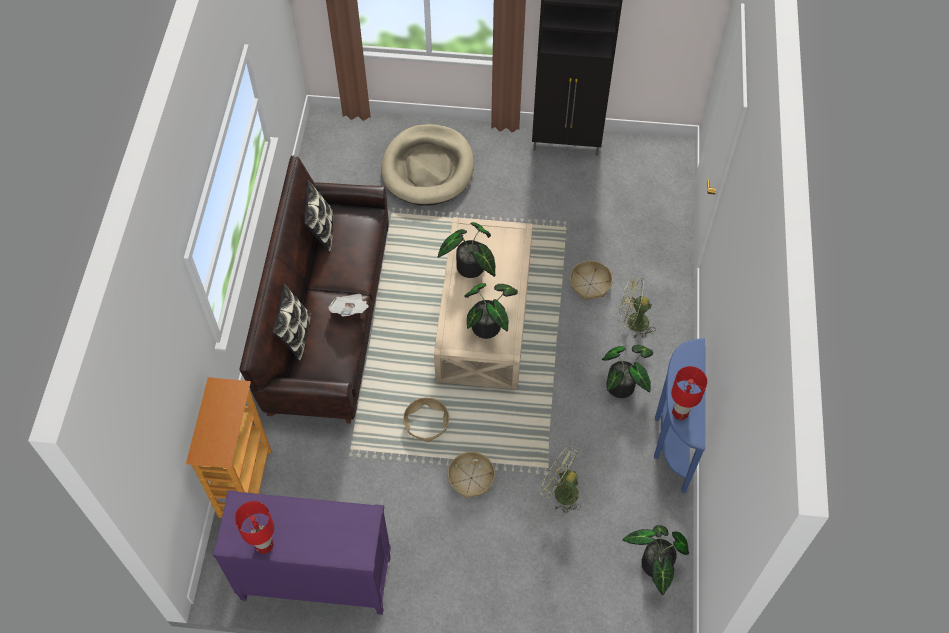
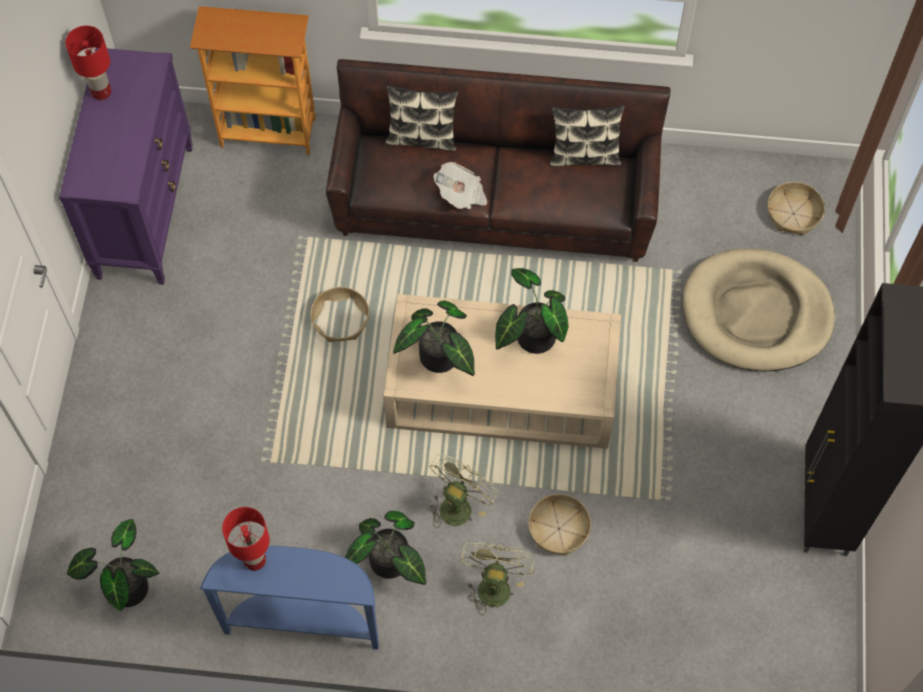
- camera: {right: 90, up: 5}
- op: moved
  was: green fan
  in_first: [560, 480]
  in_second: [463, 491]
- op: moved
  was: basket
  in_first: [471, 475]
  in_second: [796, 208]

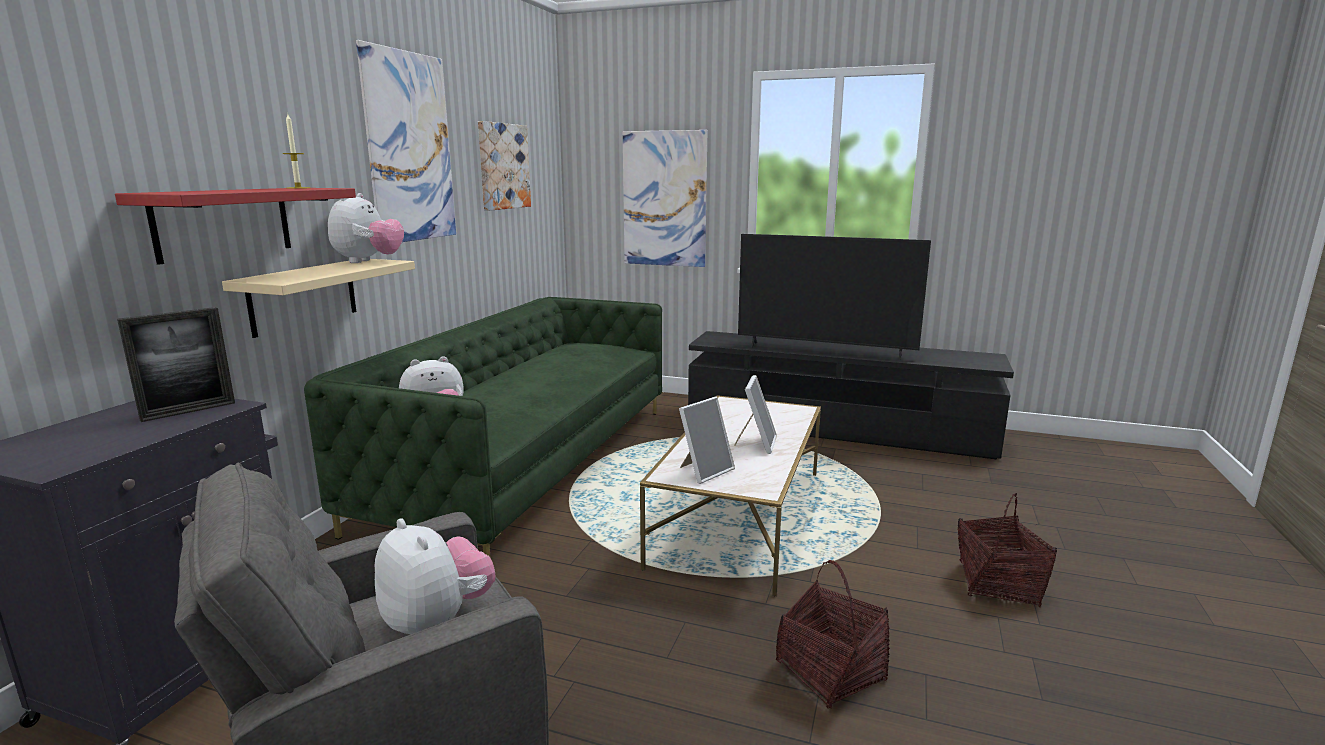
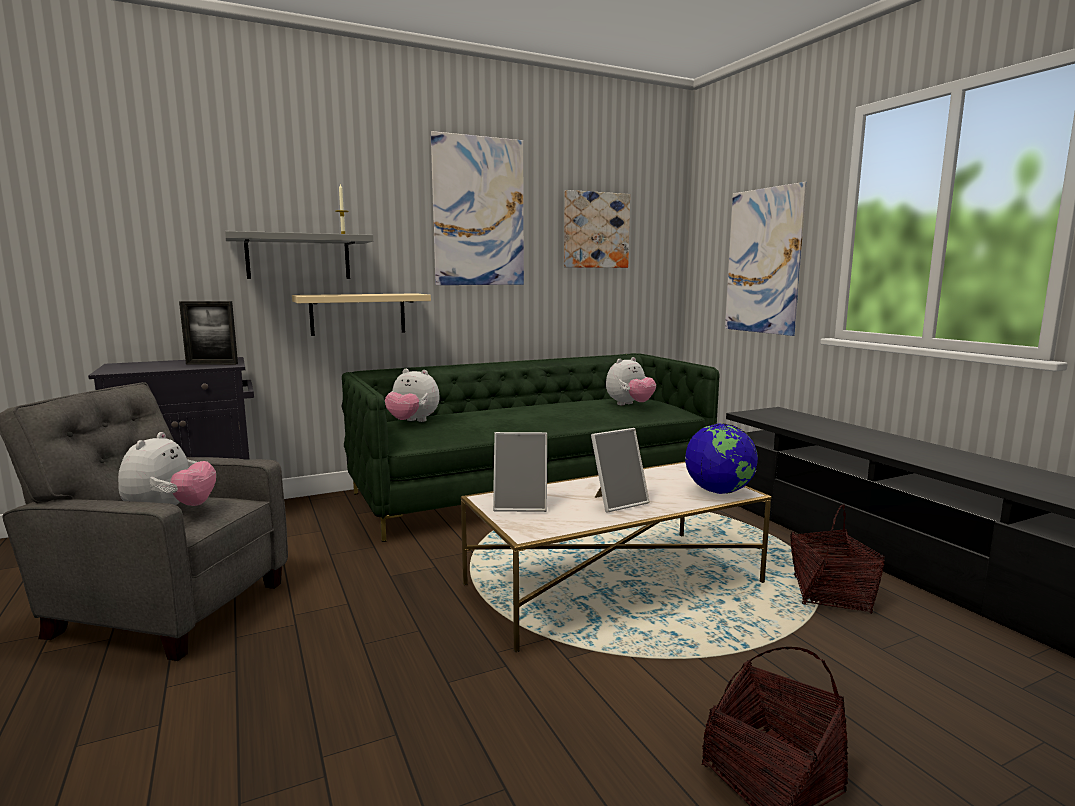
- camera: {right: 45, up: -5}
- op: recoloured
  was: red shelf
  now: grey shelf
  in_first: [235, 226]
  in_second: [299, 255]
- op: moved
  was: plush toy
  in_first: [366, 228]
  in_second: [631, 381]
- op: added
  now: globe
  in_second: [721, 458]
- op: moved
  was: basket
  in_first: [833, 634]
  in_second: [837, 559]
- op: removed
  was: television
  in_first: [834, 297]

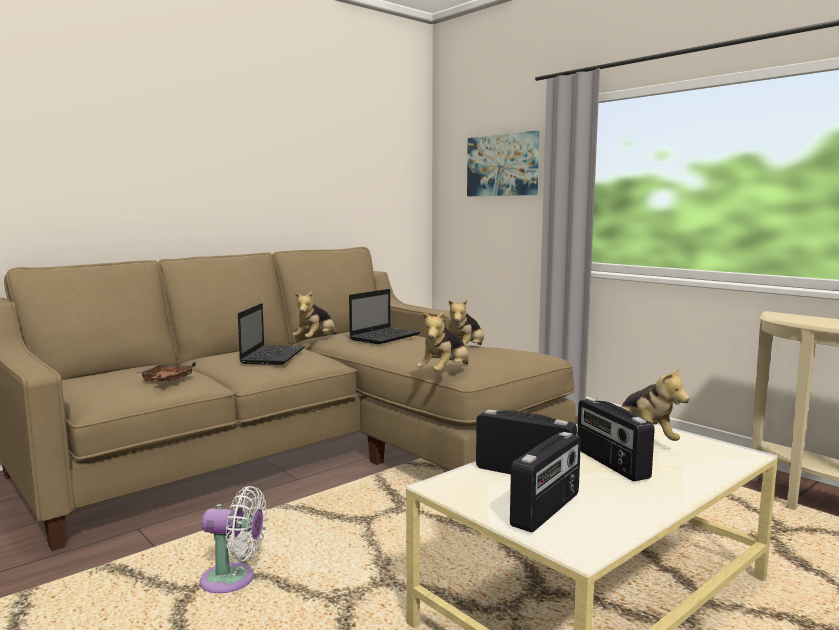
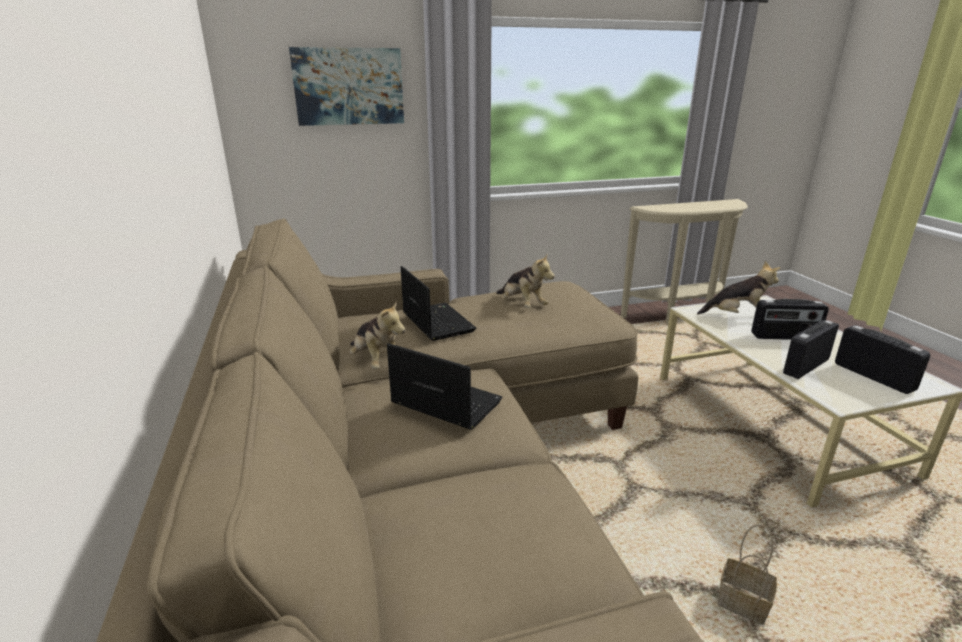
- camera: {right: -65, up: 15}
- op: replaced
  was: white fan
  now: basket
  in_first: [233, 539]
  in_second: [747, 574]
- op: removed
  was: brown tray
  in_first: [166, 372]
- op: removed
  was: plush toy
  in_first: [443, 341]

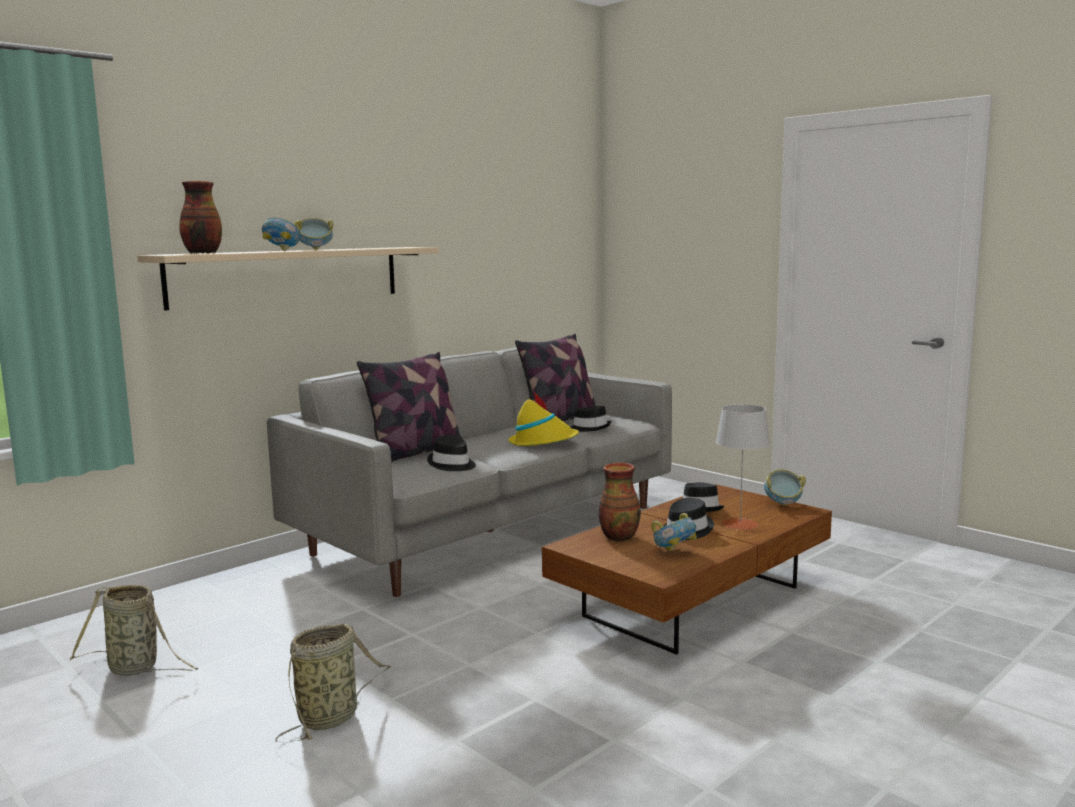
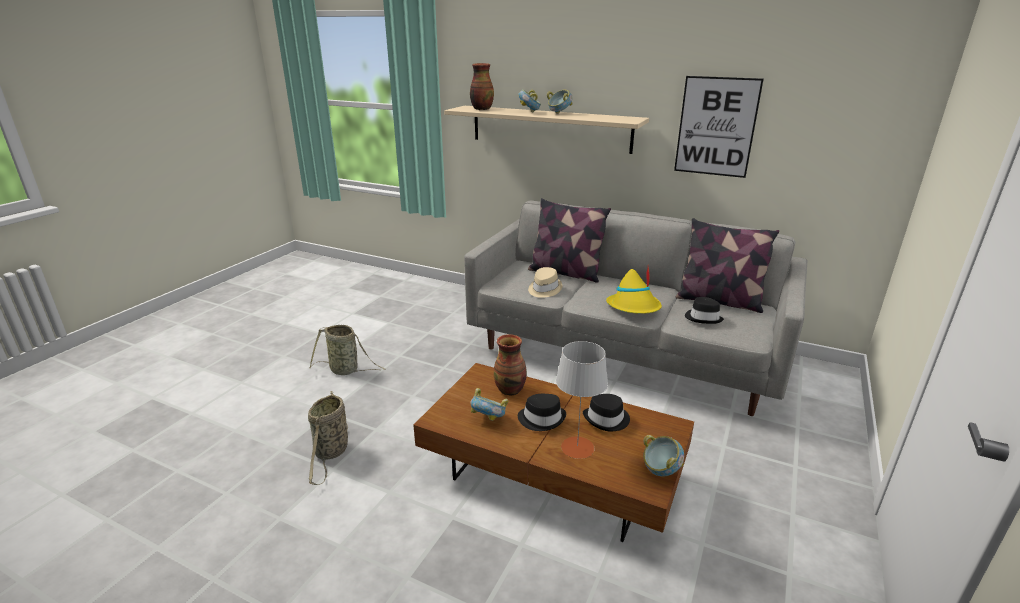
- camera: {right: 70, up: 15}
- op: moved
  was: basket
  in_first: [134, 630]
  in_second: [328, 438]
- op: recoloured
  was: black hat
  now: beige hat
  in_first: [451, 453]
  in_second: [545, 282]
- op: added
  now: picture
  in_second: [719, 127]

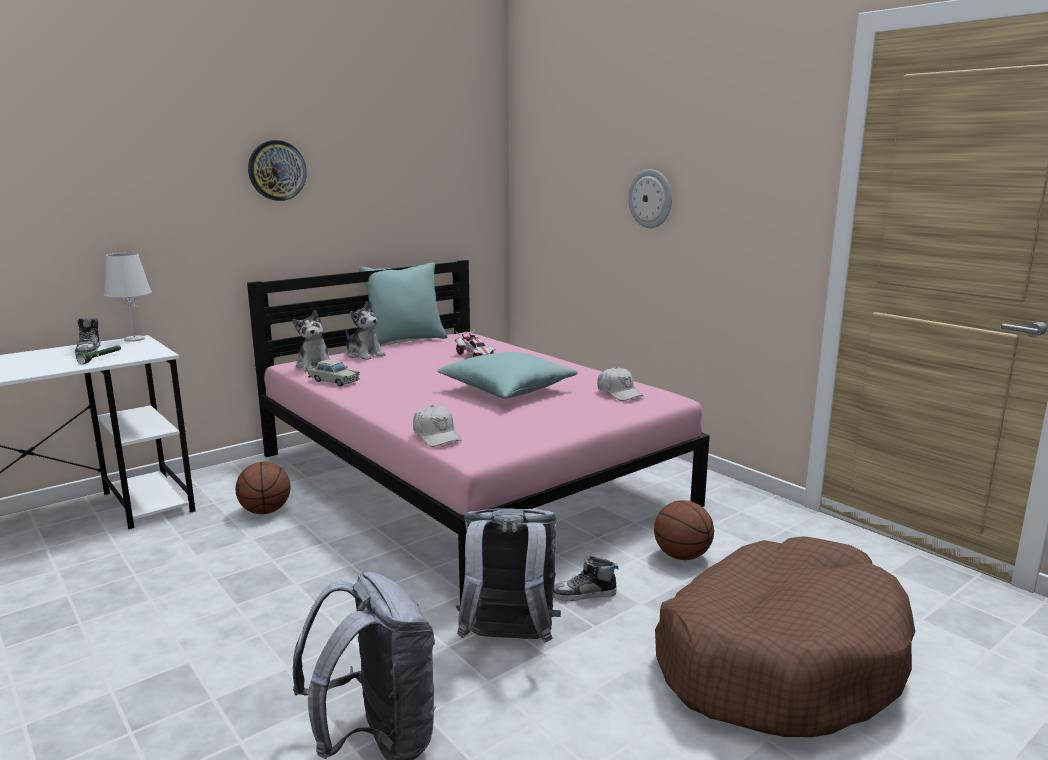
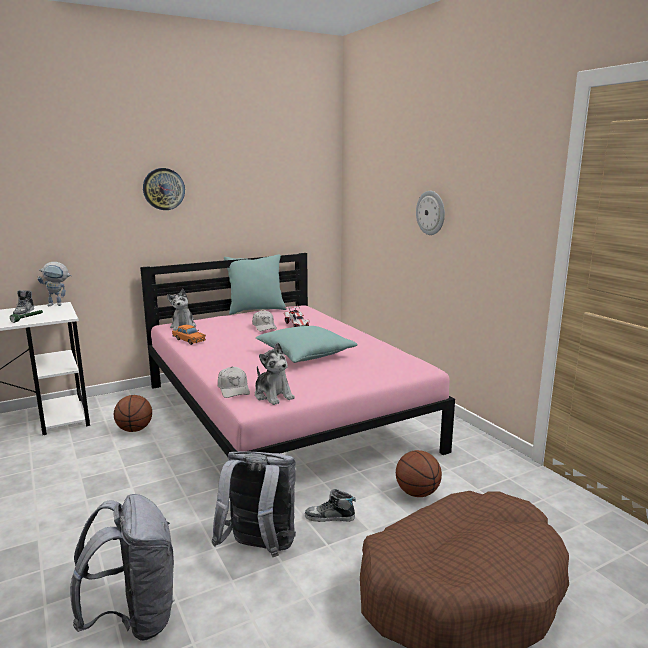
- camera: {right: 10, up: 0}
- op: replaced
  was: white table lamp
  now: toy robot
  in_first: [128, 297]
  in_second: [54, 284]
- op: recoloured
  was: beige toy car
  now: orange toy car
  in_first: [334, 373]
  in_second: [189, 335]
- op: moved
  was: white cap
  in_first: [620, 384]
  in_second: [264, 320]
- op: moved
  was: plush toy
  in_first: [366, 331]
  in_second: [275, 374]

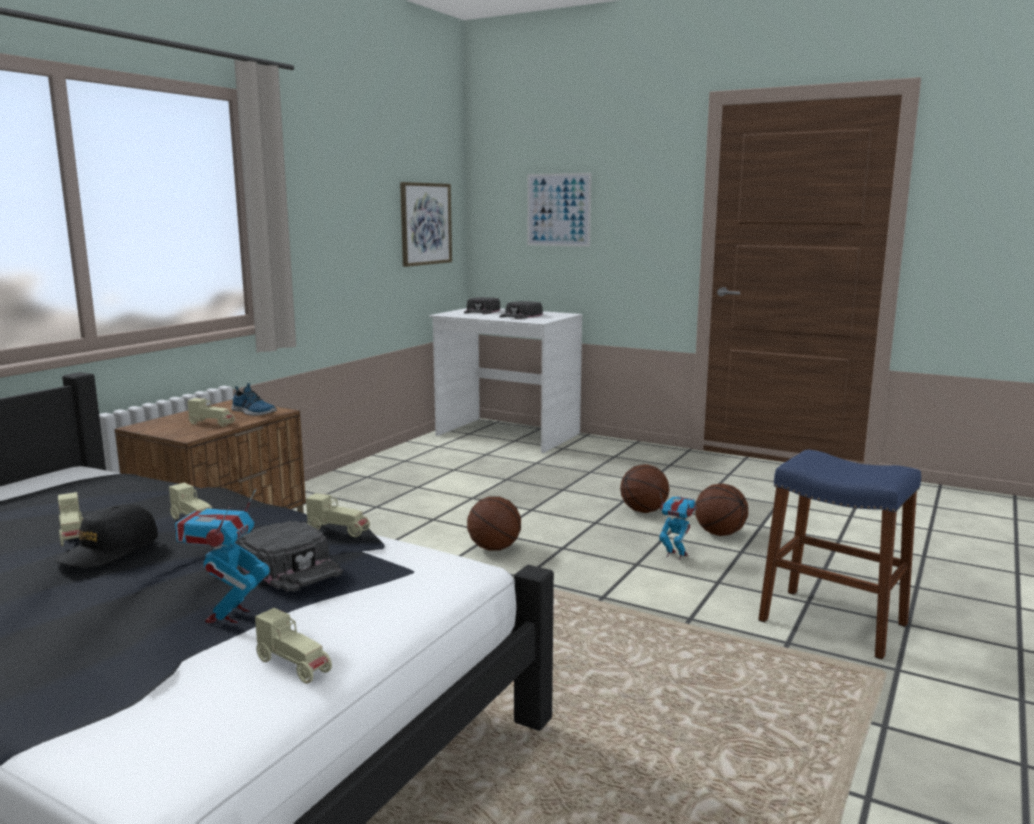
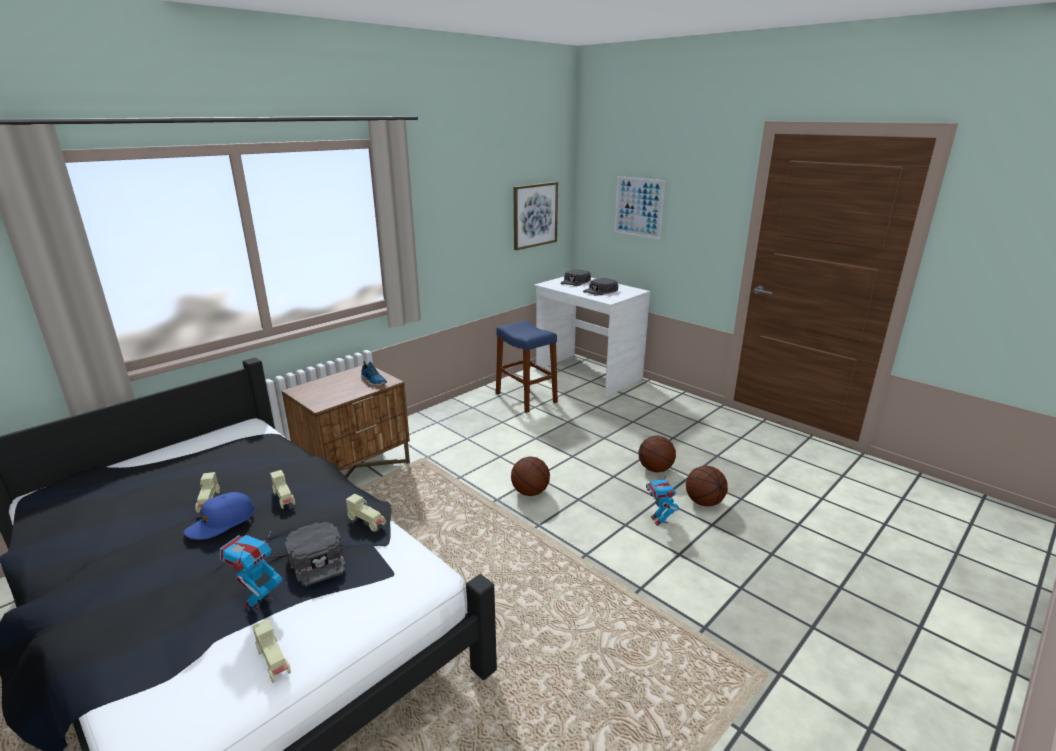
- camera: {right: 15, up: 10}
- op: recoloured
  was: black cap
  now: blue cap
  in_first: [106, 536]
  in_second: [219, 516]
- op: moved
  was: blue stool
  in_first: [839, 555]
  in_second: [527, 367]
- op: turned
  was: toy robot
  in_first: [678, 526]
  in_second: [662, 498]
  clockwise: -150
- op: removed
  was: beige toy car
  in_first: [211, 412]

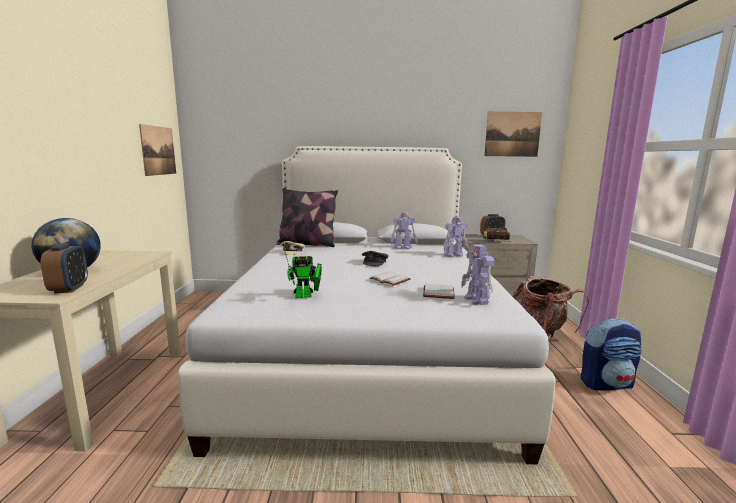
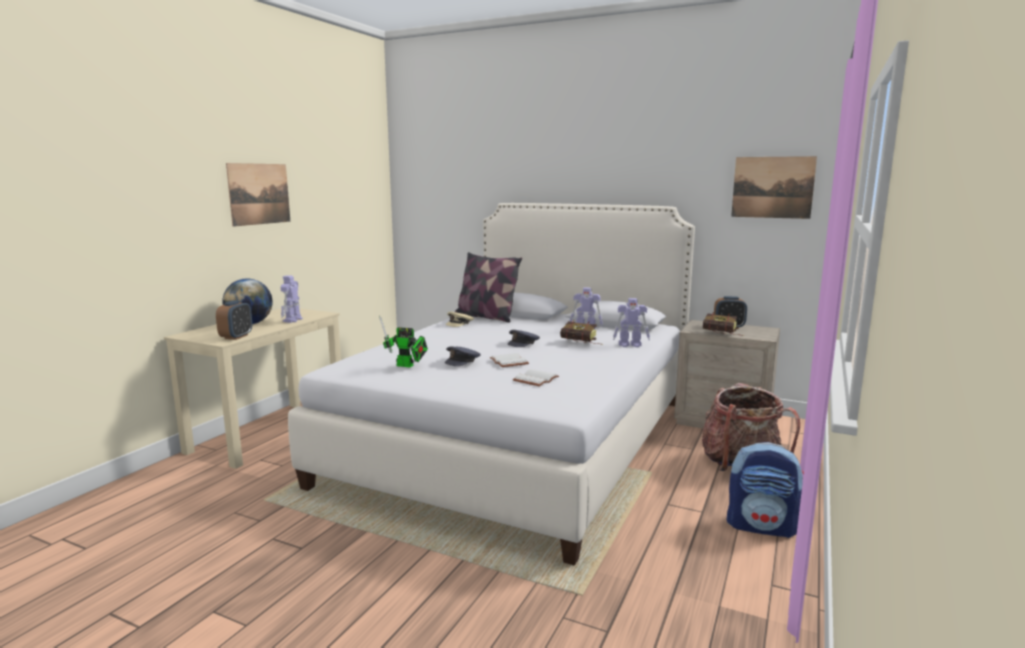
- camera: {right: 25, up: 0}
- op: moved
  was: picture
  in_first: [157, 150]
  in_second: [258, 195]
- op: moved
  was: toy robot
  in_first: [478, 274]
  in_second: [292, 299]
- op: added
  now: grey cap
  in_second: [463, 356]
- op: added
  now: book
  in_second: [581, 332]

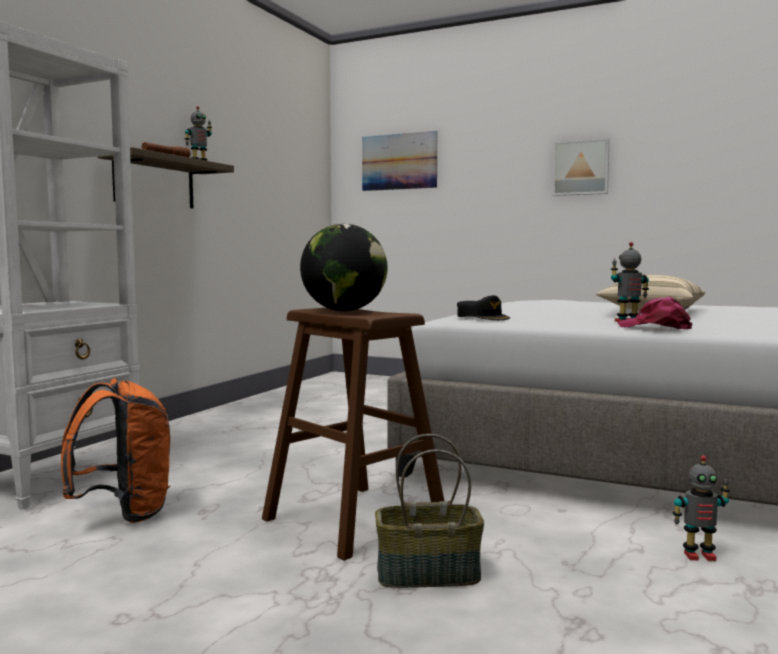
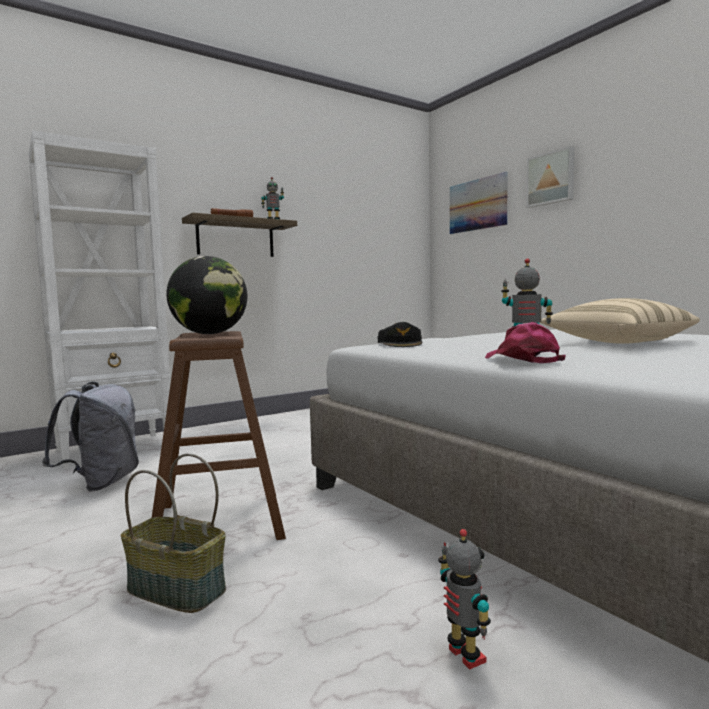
- camera: {right: 30, up: 0}
- op: recoloured
  was: orange backpack
  now: grey backpack
  in_first: [116, 450]
  in_second: [90, 436]
- op: turned
  was: toy robot
  in_first: [701, 508]
  in_second: [464, 599]
  clockwise: -150
- op: moved
  was: picture
  in_first: [581, 167]
  in_second: [550, 177]

